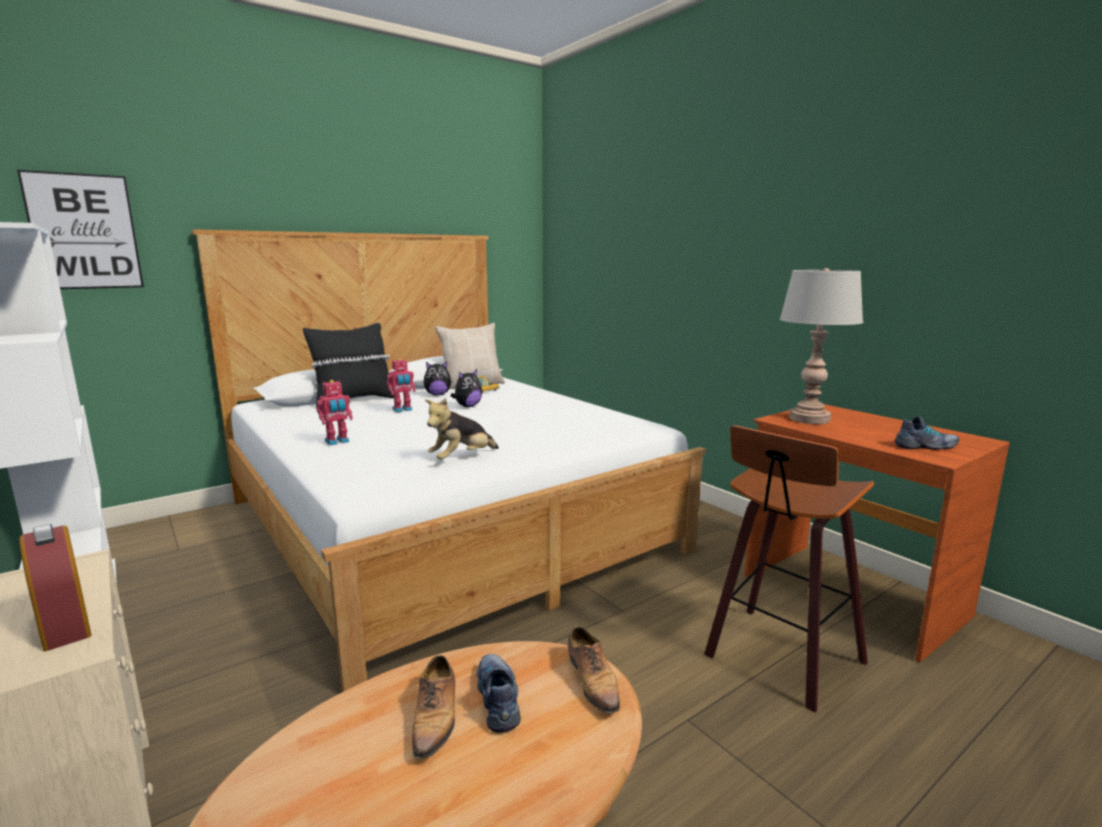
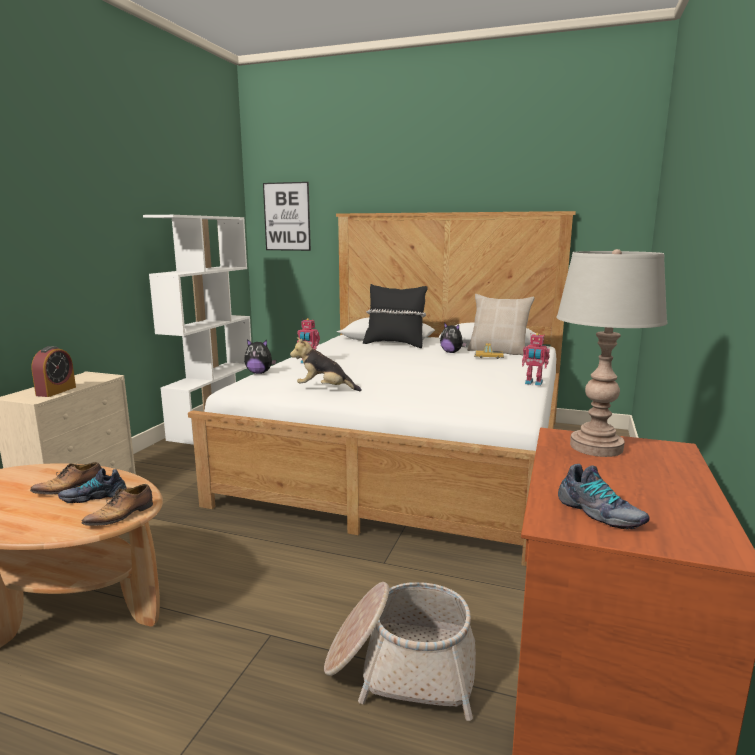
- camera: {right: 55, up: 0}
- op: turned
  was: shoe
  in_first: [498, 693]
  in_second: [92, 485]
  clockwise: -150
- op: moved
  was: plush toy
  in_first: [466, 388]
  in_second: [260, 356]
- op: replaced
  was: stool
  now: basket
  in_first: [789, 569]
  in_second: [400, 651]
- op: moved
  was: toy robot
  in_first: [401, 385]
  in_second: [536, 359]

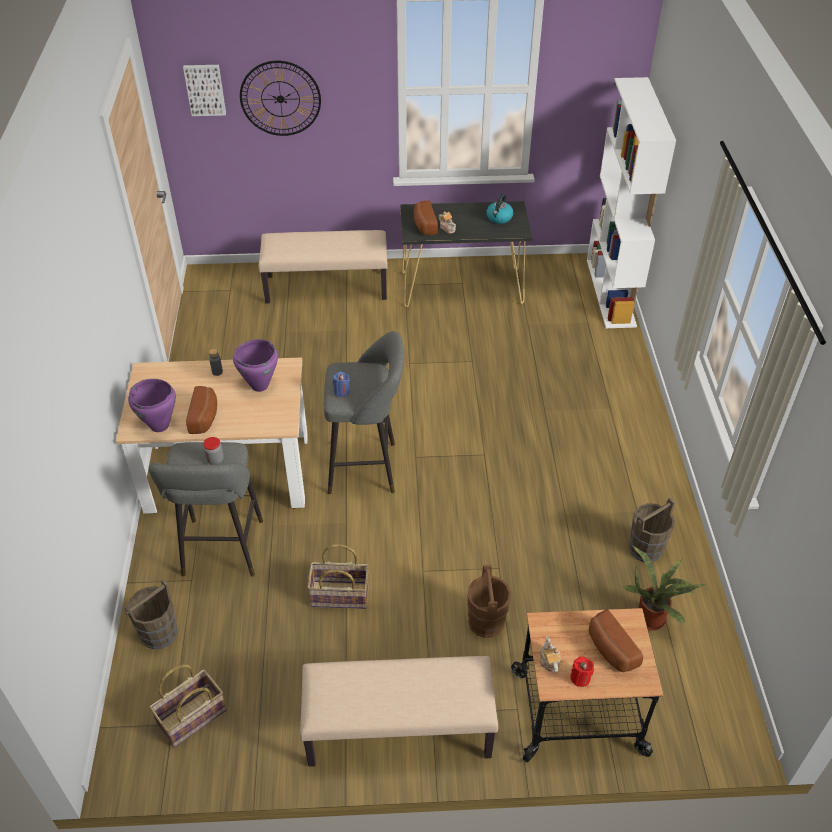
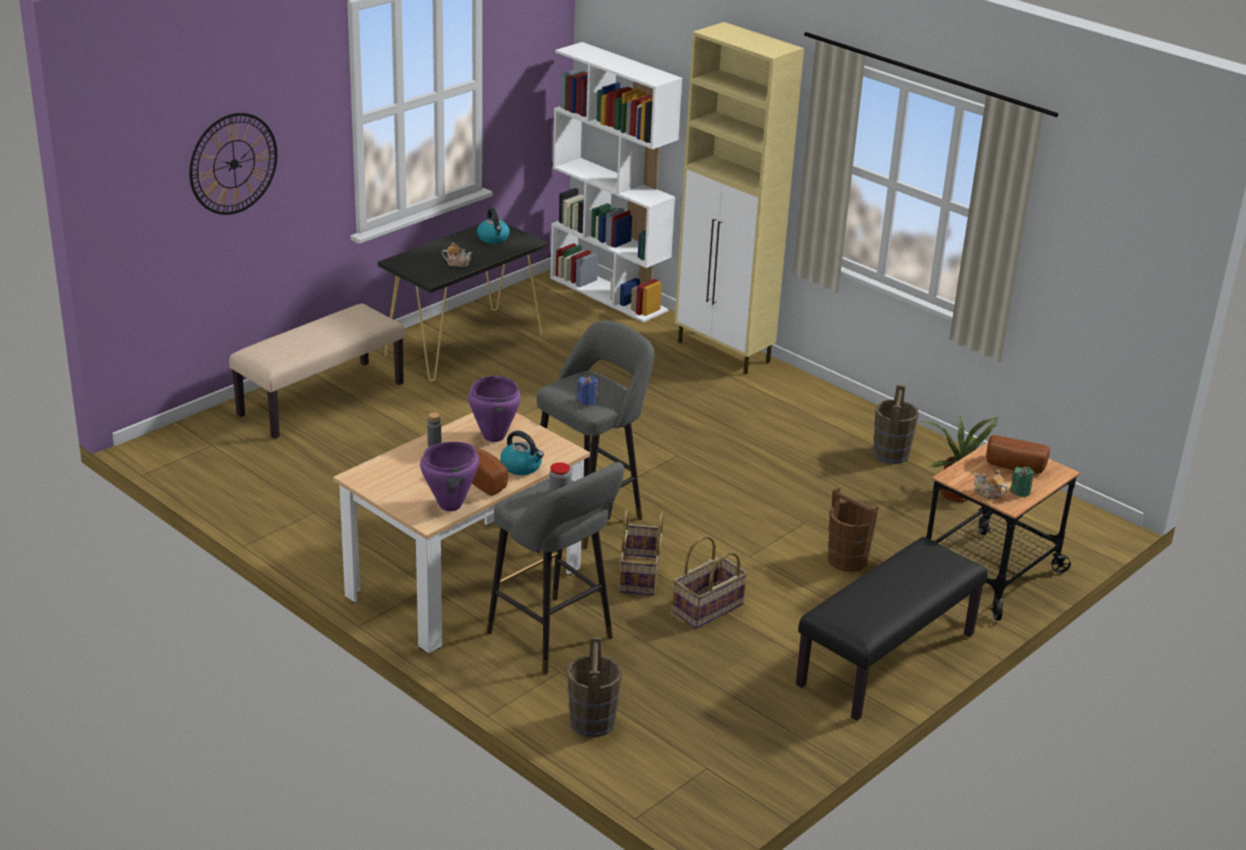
- camera: {right: -45, up: -15}
- op: added
  now: kettle
  in_second: [522, 453]
- op: moved
  was: basket
  in_first: [188, 705]
  in_second: [641, 551]
- op: added
  now: beige cabinet
  in_second: [739, 198]
- op: recoloured
  was: beige bench
  now: black bench
  in_first: [399, 711]
  in_second: [892, 629]
- op: recoloured
  was: red candle
  now: green candle
  in_first: [582, 671]
  in_second: [1022, 482]
- op: removed
  was: picture
  in_first: [204, 90]
- op: removed
  was: bread
  in_first: [426, 217]

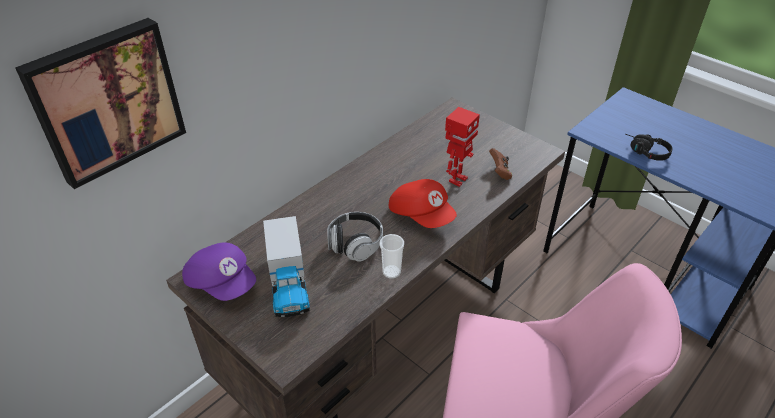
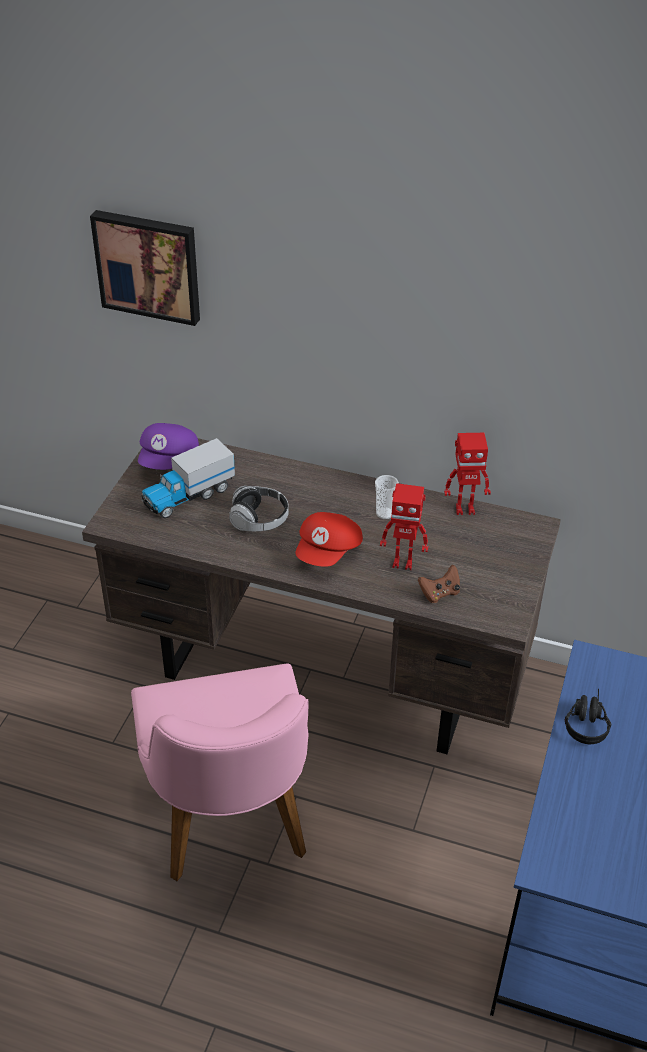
- camera: {right: 65, up: 0}
- op: moved
  was: cup
  in_first: [392, 256]
  in_second: [387, 497]
- op: added
  now: toy robot
  in_second: [467, 474]

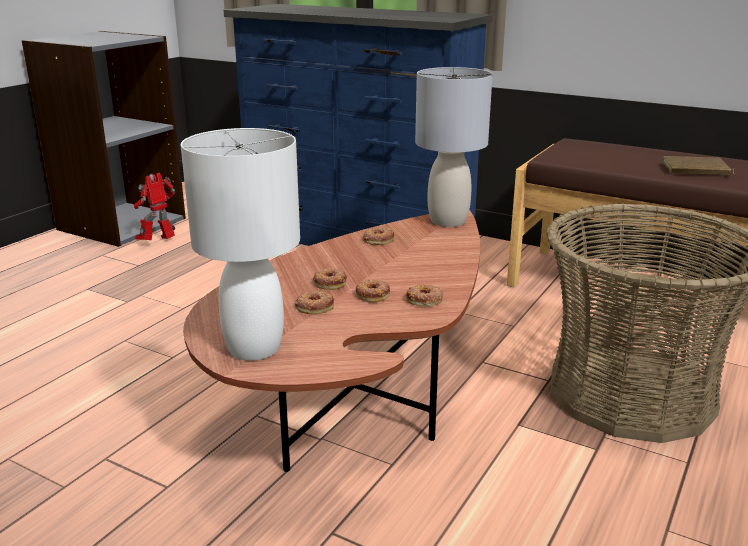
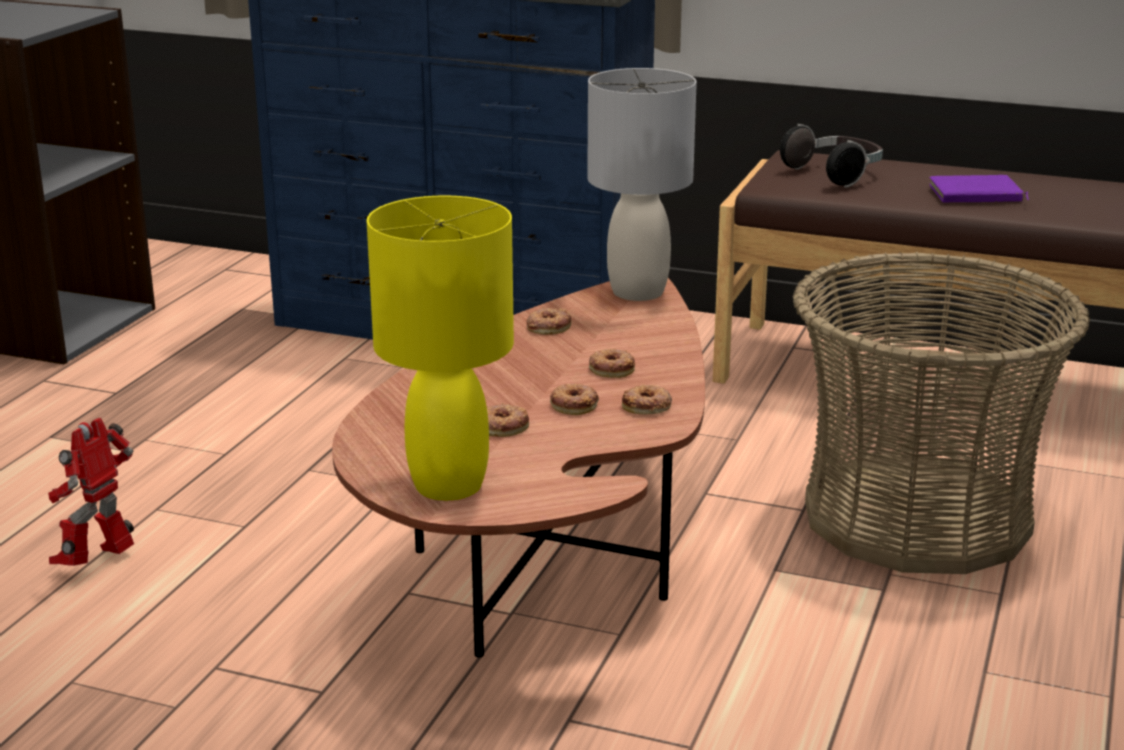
- camera: {right: -10, up: 0}
- op: moved
  was: toy robot
  in_first: [154, 206]
  in_second: [91, 492]
- op: recoloured
  was: white table lamp
  now: yellow table lamp
  in_first: [240, 244]
  in_second: [440, 348]
- op: moved
  was: donut
  in_first: [330, 279]
  in_second: [612, 363]
- op: added
  now: headphones
  in_second: [831, 156]
- op: recoloured
  was: brown book
  now: purple book
  in_first: [698, 165]
  in_second: [979, 189]

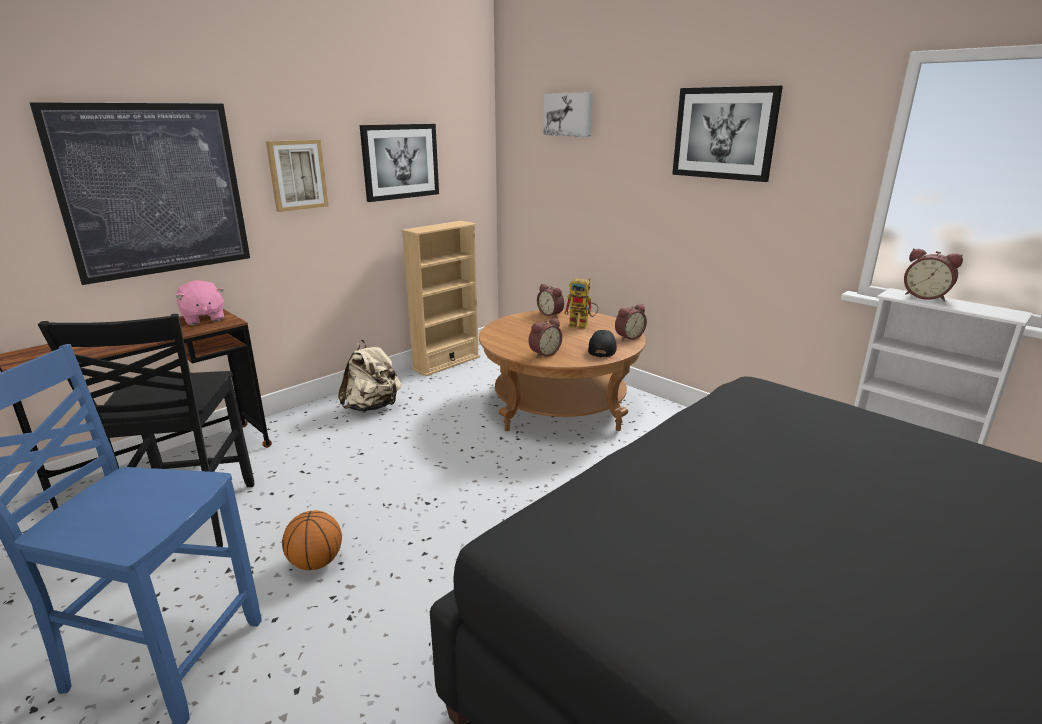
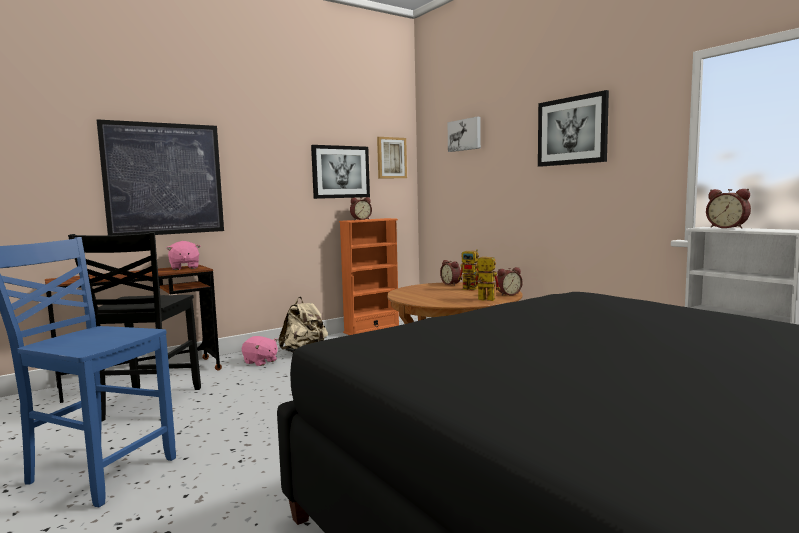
- camera: {right: 10, up: -15}
- op: added
  now: pink plush toy
  in_second: [260, 351]
- op: recoloured
  was: beige bookcase
  now: orange bookcase
  in_first: [440, 298]
  in_second: [369, 276]
- op: moved
  was: alarm clock
  in_first: [545, 337]
  in_second: [361, 208]
- op: moved
  was: picture
  in_first: [297, 176]
  in_second: [392, 157]
- op: replaced
  was: black cap
  now: toy robot
  in_first: [602, 343]
  in_second: [484, 278]
- op: removed
  was: basketball
  in_first: [312, 540]

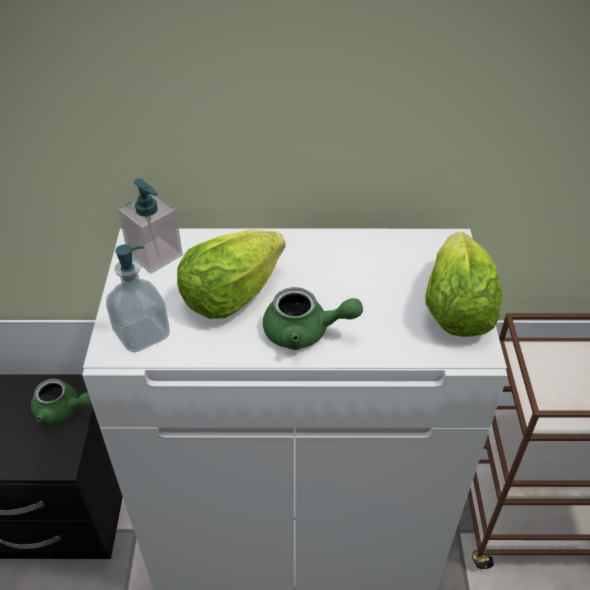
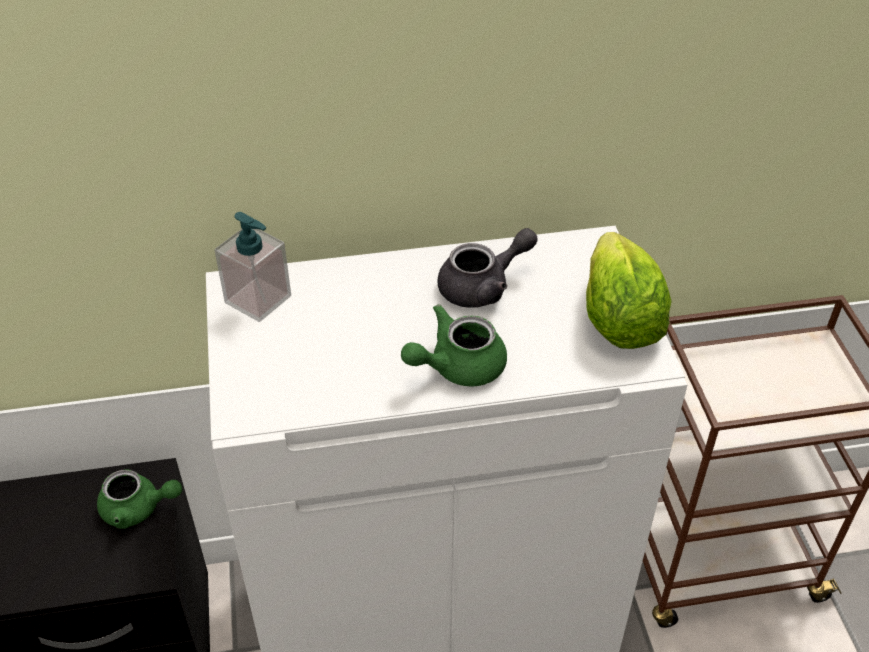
- camera: {right: -10, up: 0}
- op: turned
  was: green teapot
  in_first: [313, 318]
  in_second: [454, 345]
  clockwise: 150
- op: added
  now: grey teapot
  in_second: [487, 268]
- op: removed
  was: soap dispenser
  in_first: [138, 299]
- op: removed
  was: lettuce
  in_first: [231, 274]

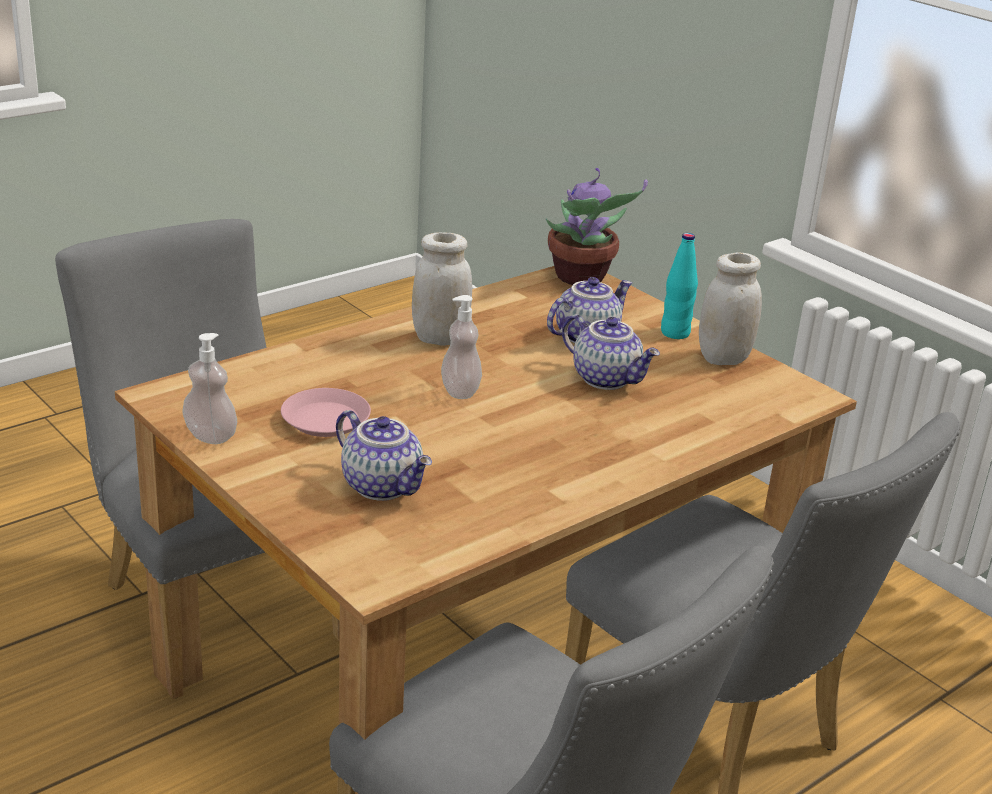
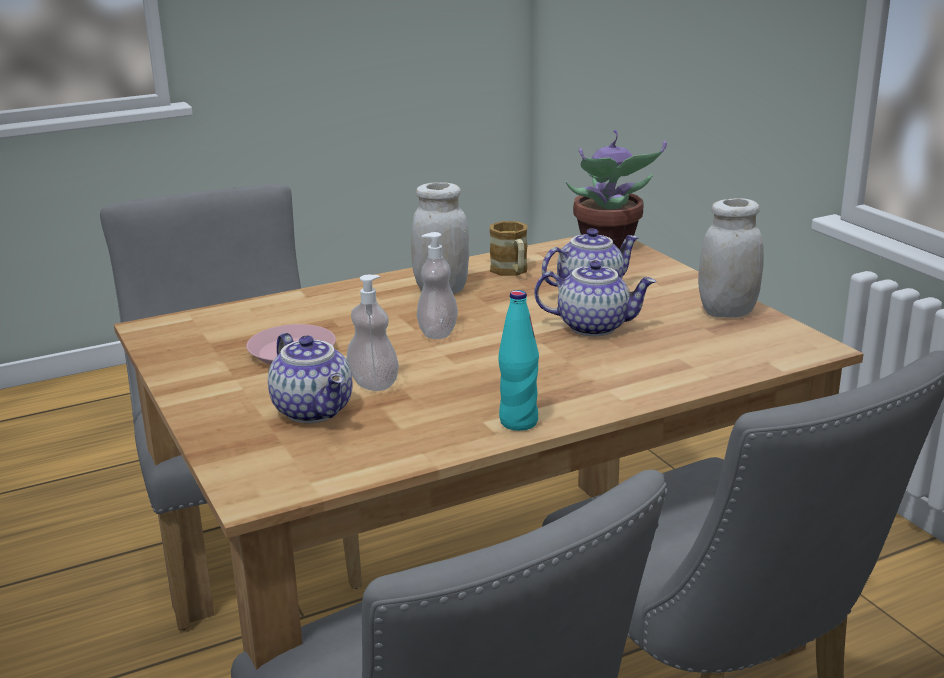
- camera: {right: 15, up: -5}
- op: moved
  was: soap dispenser
  in_first: [210, 388]
  in_second: [372, 333]
- op: added
  now: mug
  in_second: [508, 248]
- op: moved
  was: turquoise bottle
  in_first: [679, 286]
  in_second: [518, 360]
- op: turned
  was: teapot
  in_first: [611, 352]
  in_second: [595, 298]
  clockwise: -45

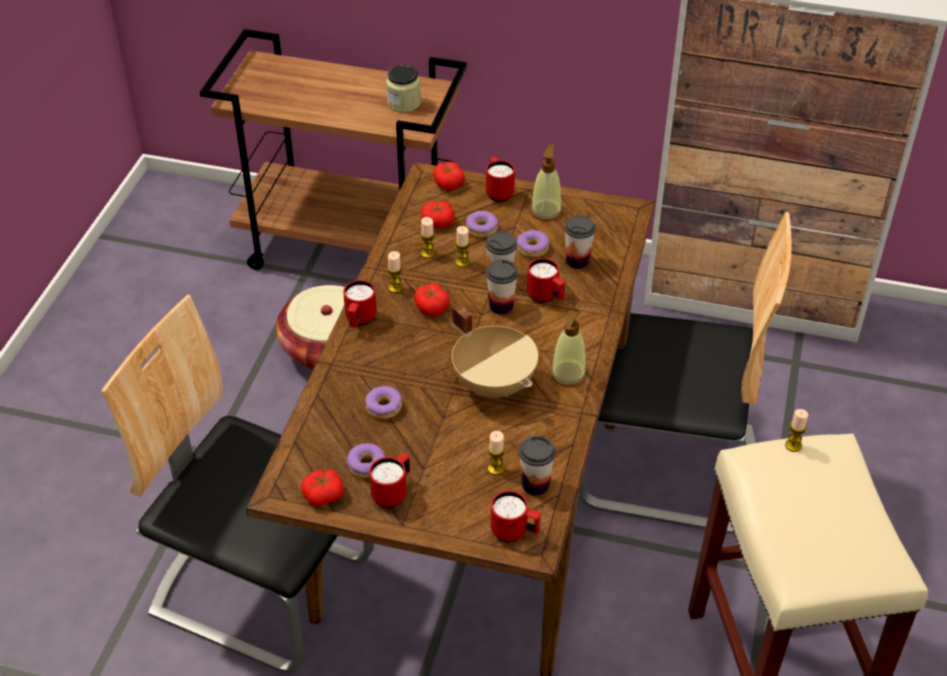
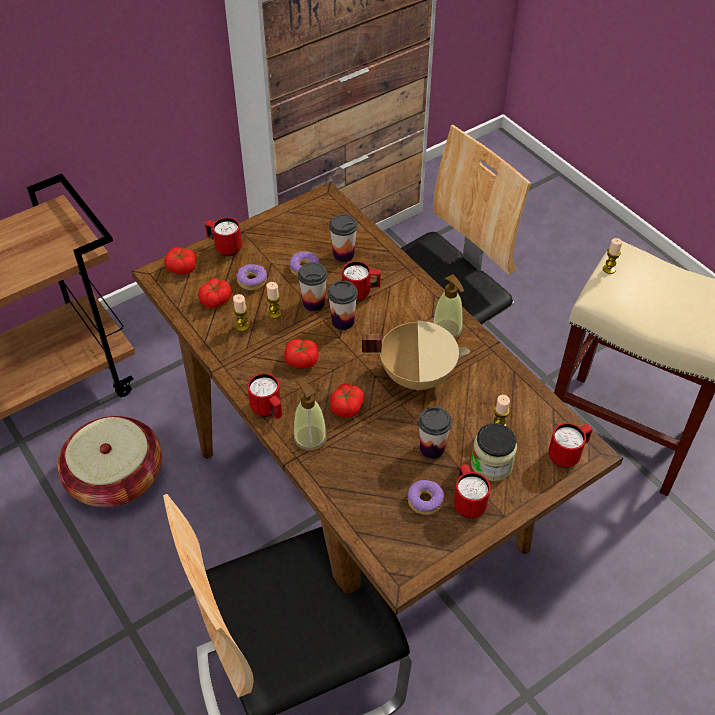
- camera: {right: -50, up: 5}
- op: moved
  was: soap dispenser
  in_first: [546, 182]
  in_second: [310, 415]
- op: moved
  was: tomato
  in_first: [322, 488]
  in_second: [347, 400]
- op: moved
  was: cup
  in_first: [537, 466]
  in_second: [435, 432]
- op: moved
  was: jar
  in_first: [403, 88]
  in_second: [494, 452]
- op: removed
  was: donut
  in_first: [383, 402]
- op: removed
  was: candle
  in_first: [395, 272]

